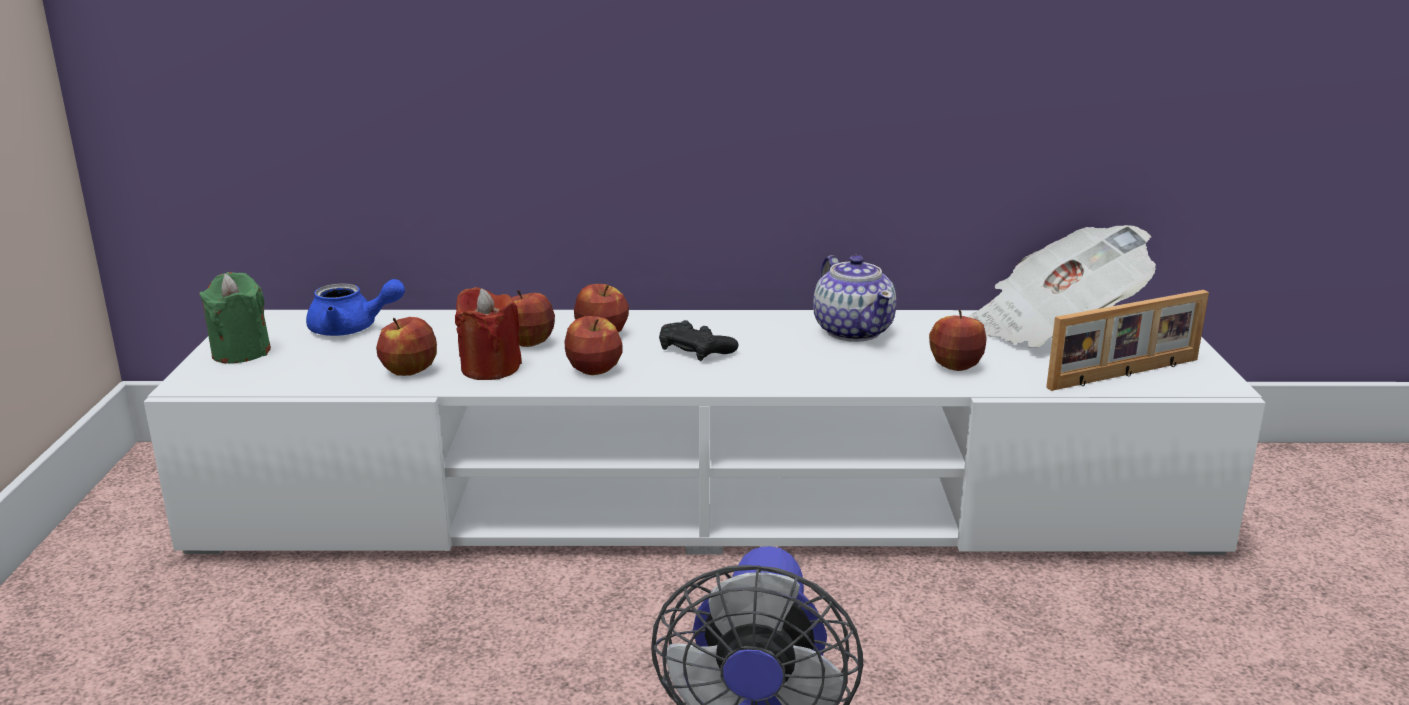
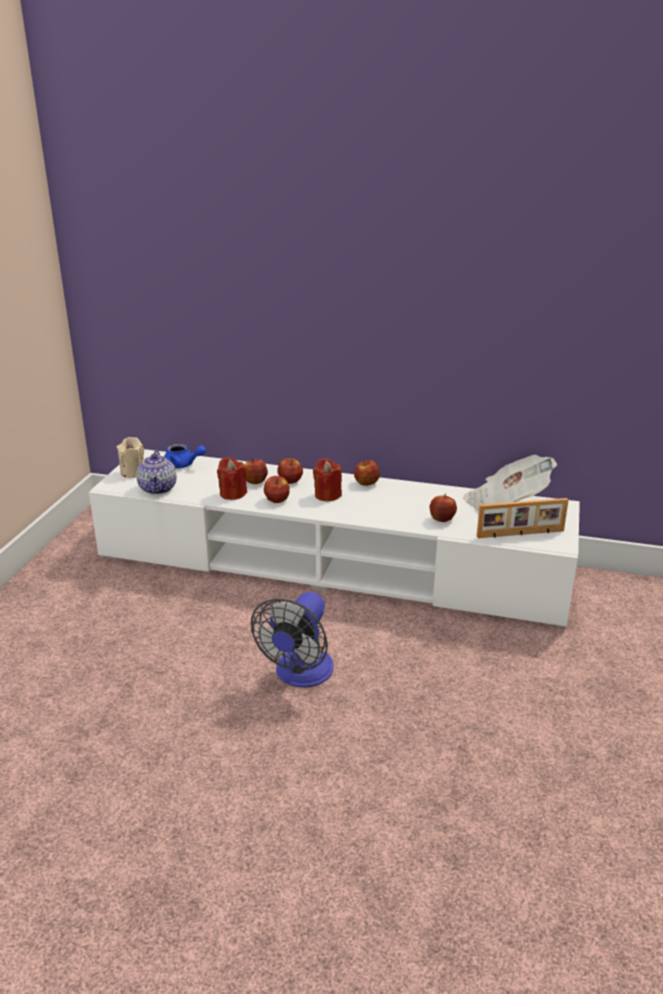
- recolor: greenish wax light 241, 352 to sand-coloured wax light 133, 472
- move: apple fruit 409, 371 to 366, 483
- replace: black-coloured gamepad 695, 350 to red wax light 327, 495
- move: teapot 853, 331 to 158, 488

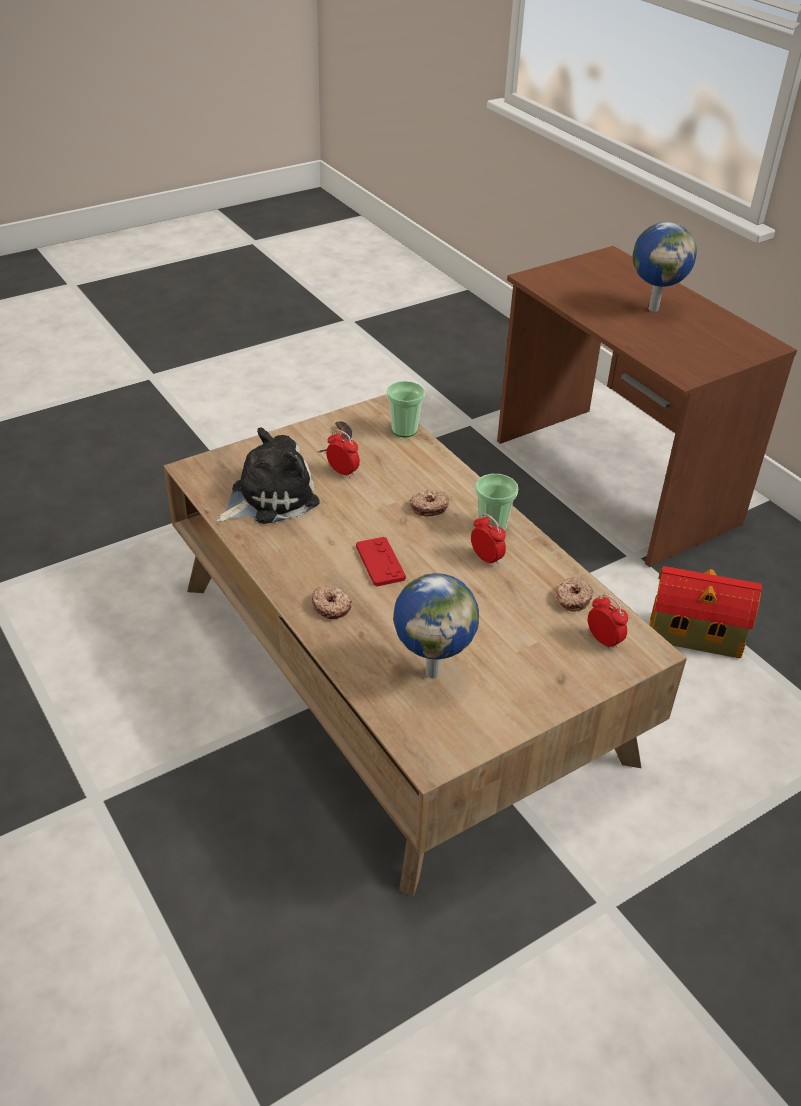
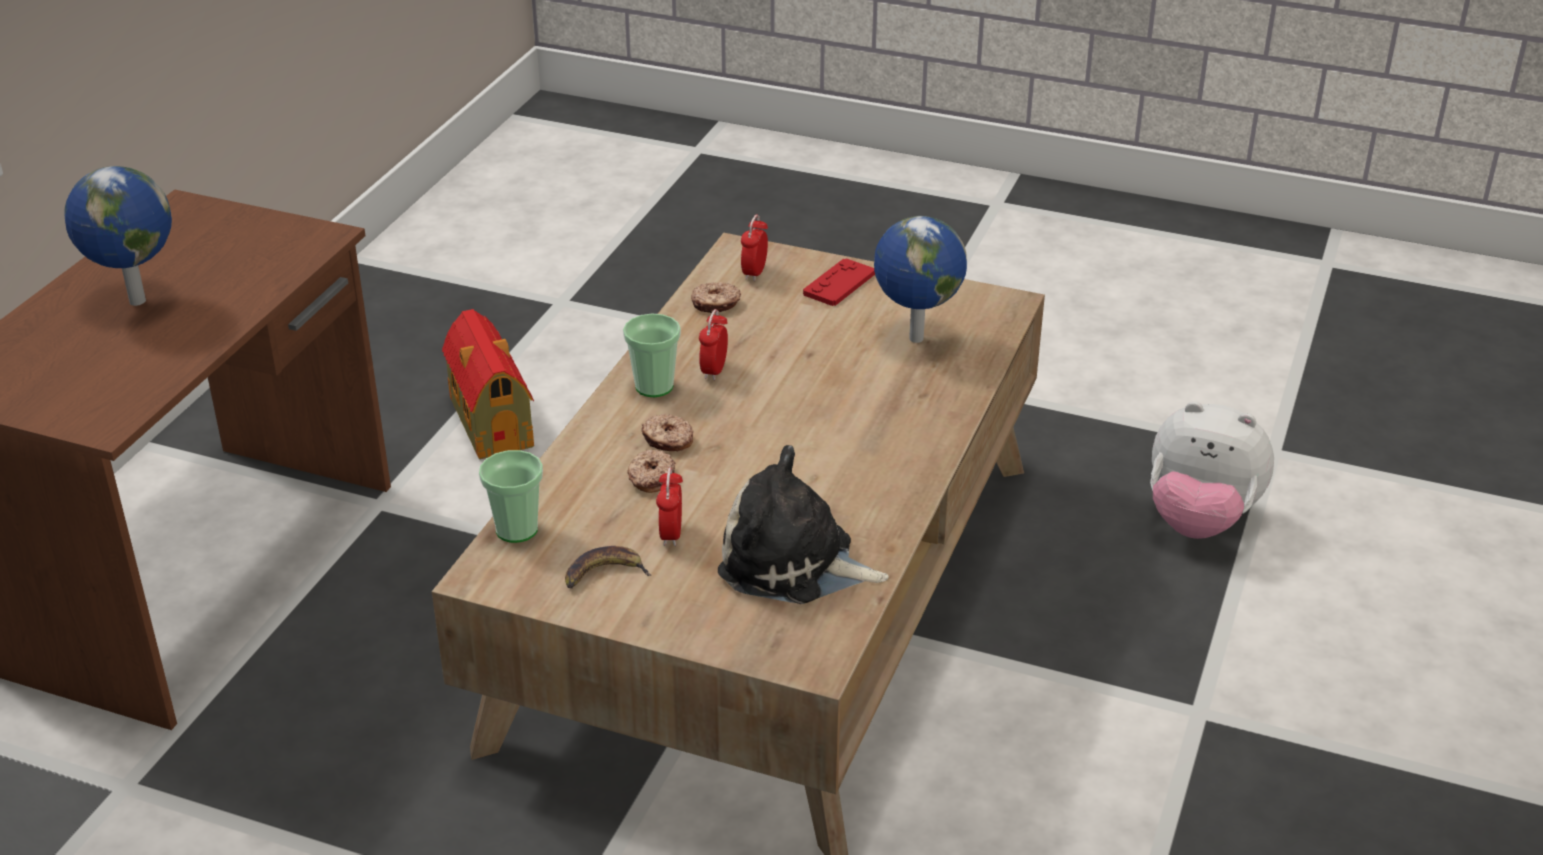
- move: donut 331, 606 to 650, 478
- move: red gamepad 380, 562 to 839, 284
- insert: plush toy 1199, 521

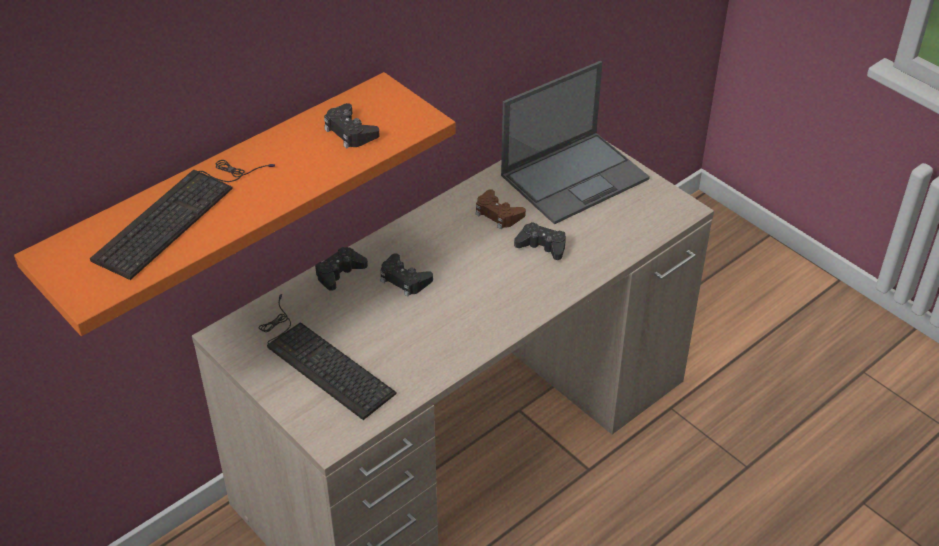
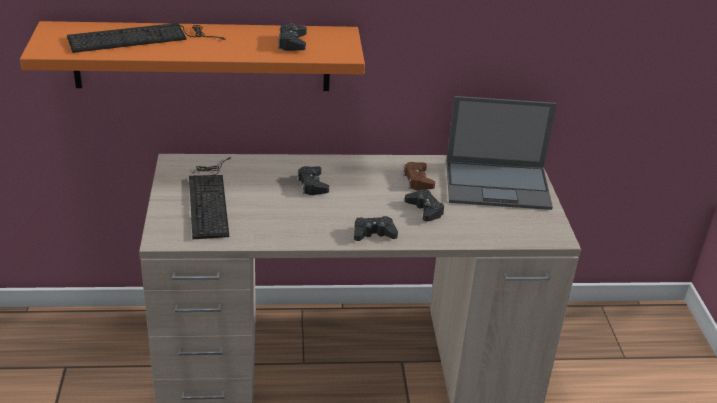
- move: black-coloured gamepad 339, 273 to 373, 234

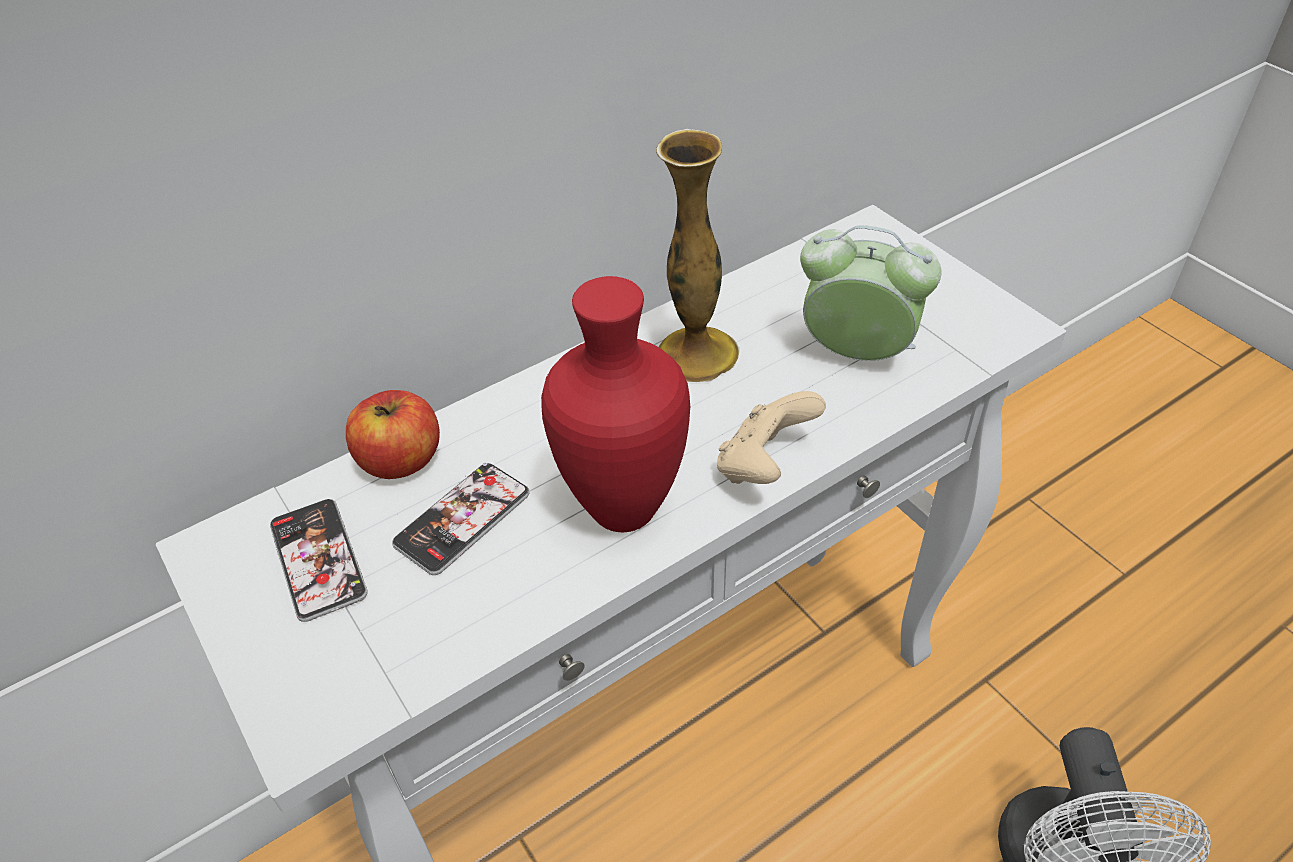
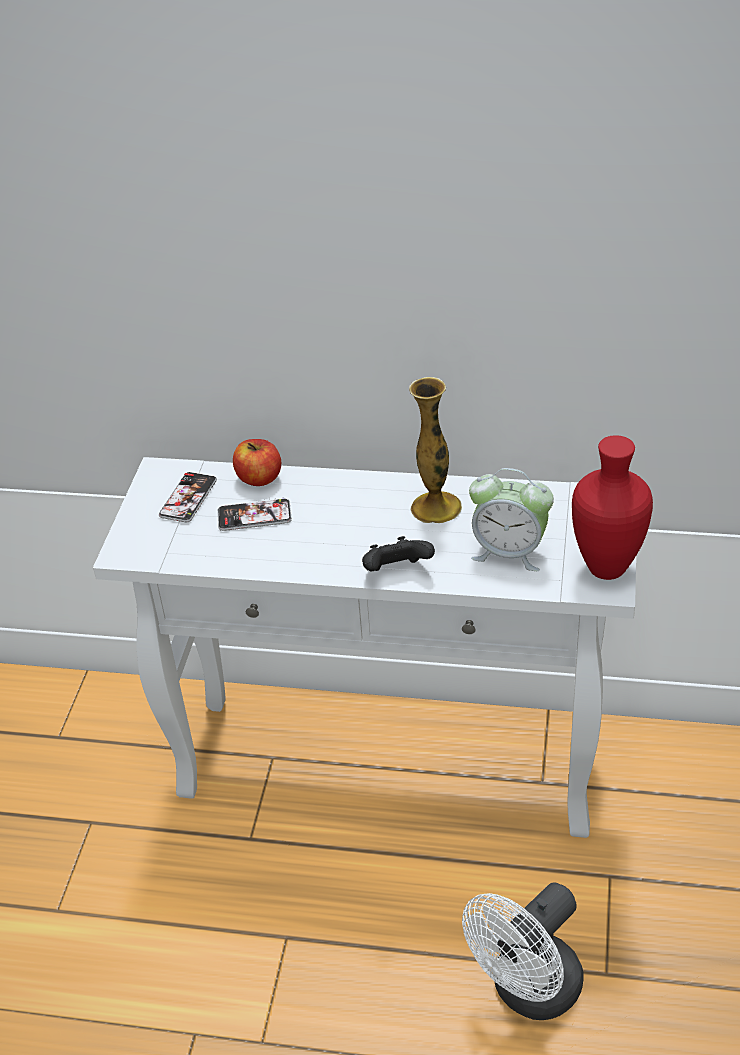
- move: red decorative vase 622, 506 to 607, 567
- recolor: sand-coloured gamepad 764, 465 to black-coloured gamepad 397, 571
- rotate: alarm clock 856, 354 = 509, 552 135 degrees clockwise

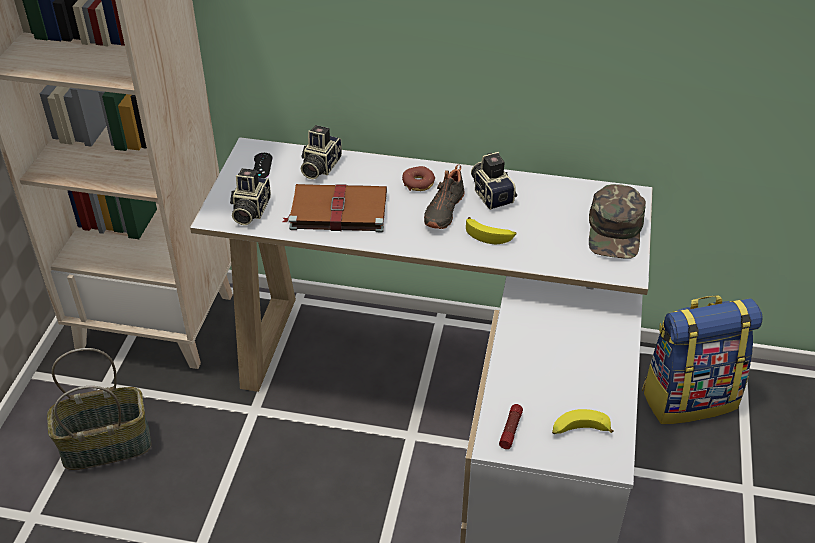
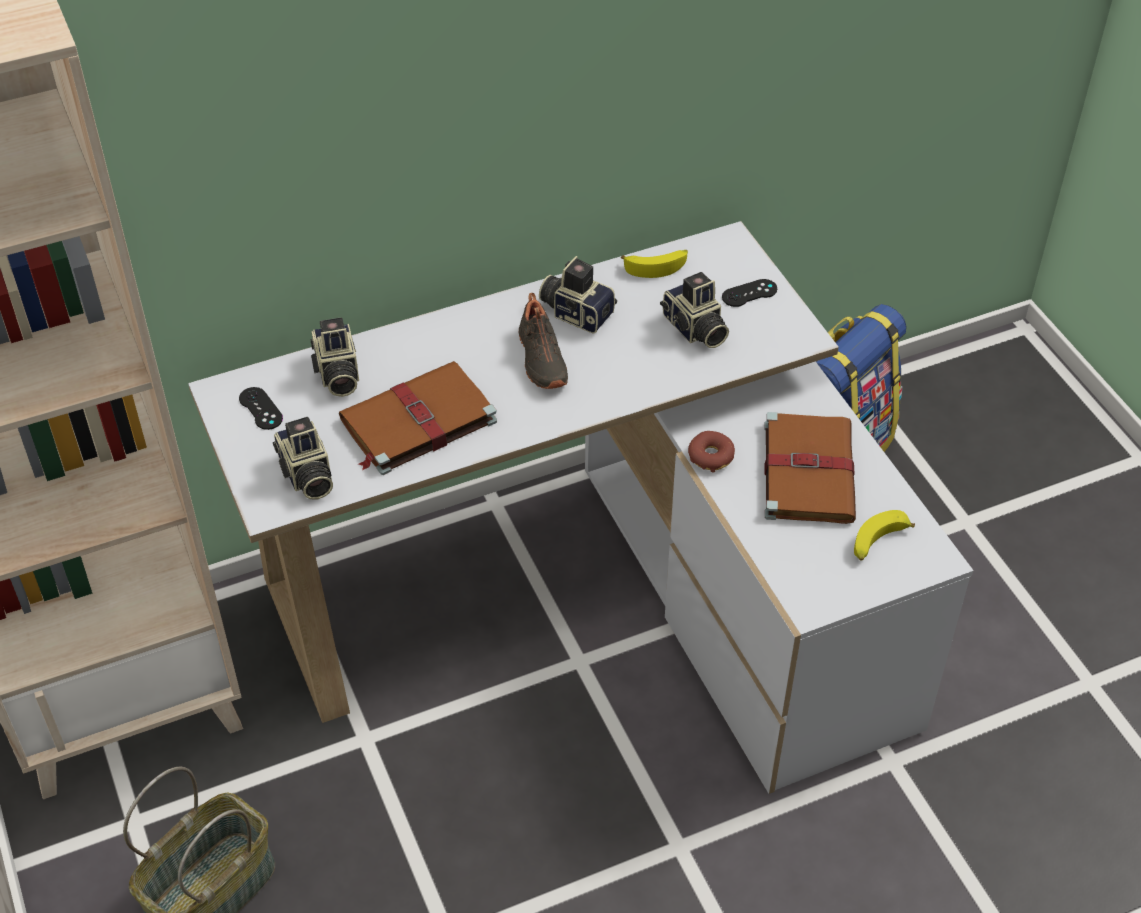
- move: donut 418, 183 to 711, 456
- move: whole banana 490, 235 to 656, 266
- delete: flashlight 510, 430
- replace: greenish peaked cap 615, 231 to black-coloured gamepad 749, 293
- insert: photo camera 694, 329
- insert: brownish volume 808, 470

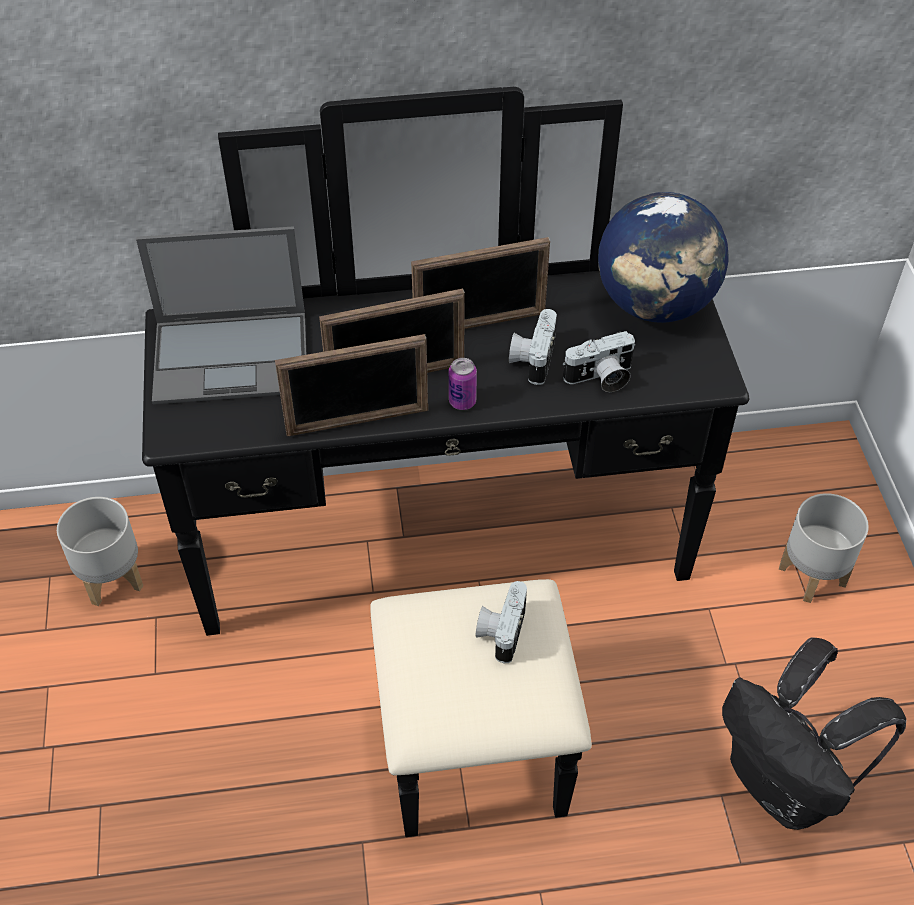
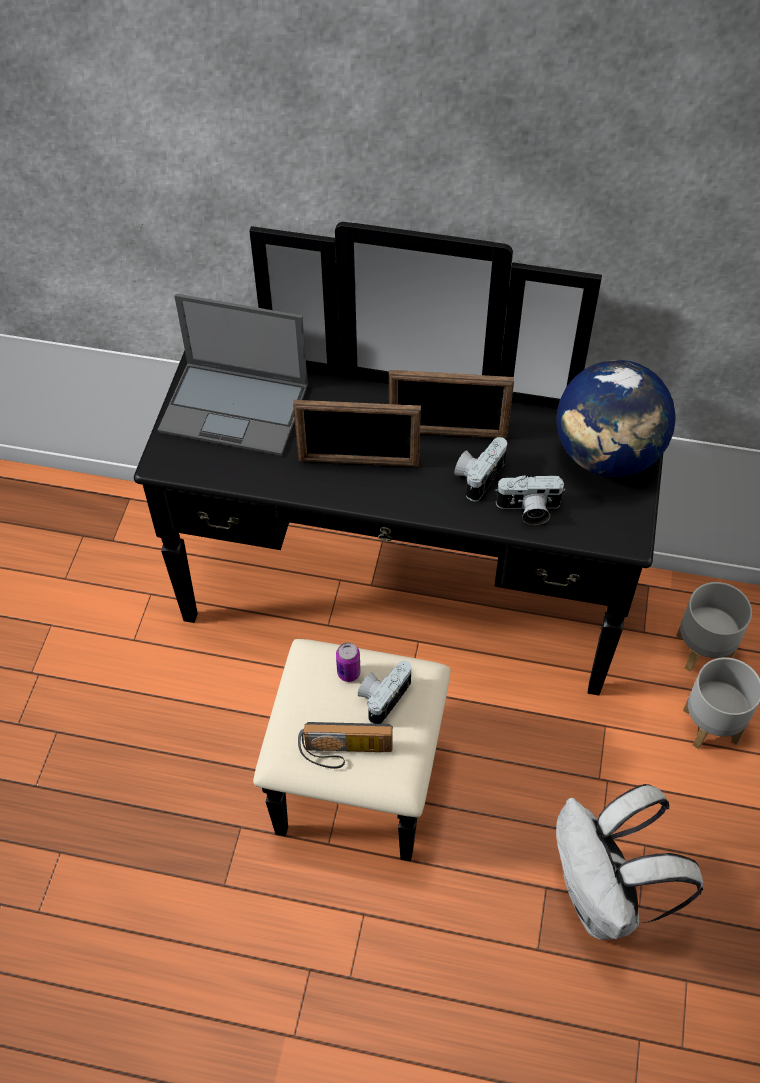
- move: grey planter 113, 578 to 704, 650
- delete: photo frame 357, 422
- move: sealed can 462, 401 to 348, 672
- recolor: black-coloured backpack 785, 786 to white-coloured backpack 604, 898
- insert: radio receiver 345, 754

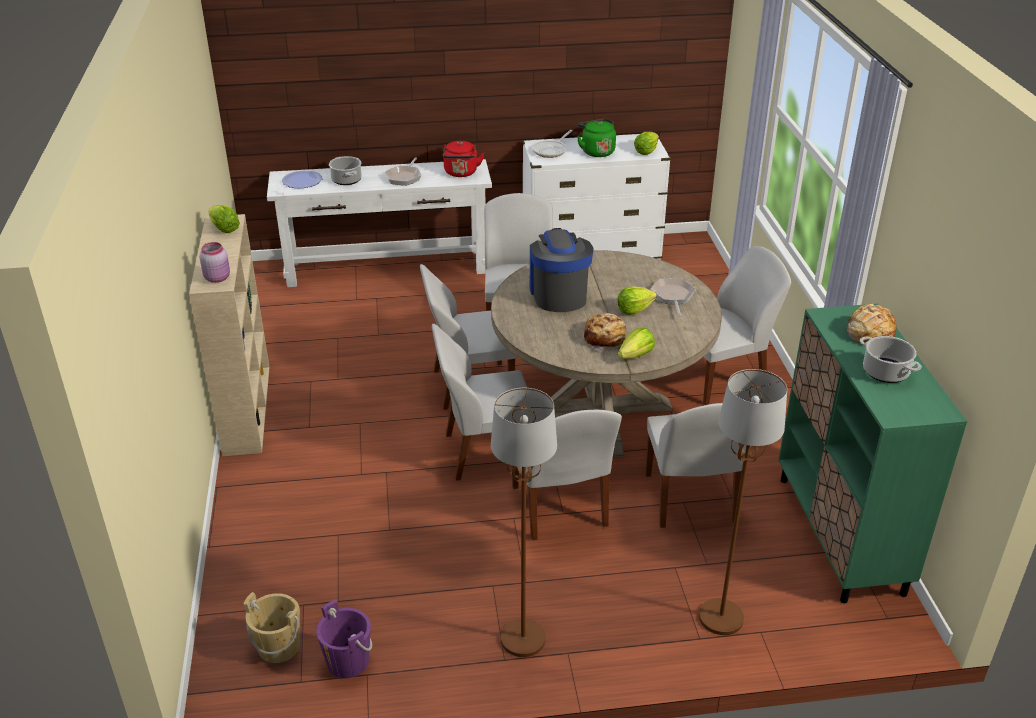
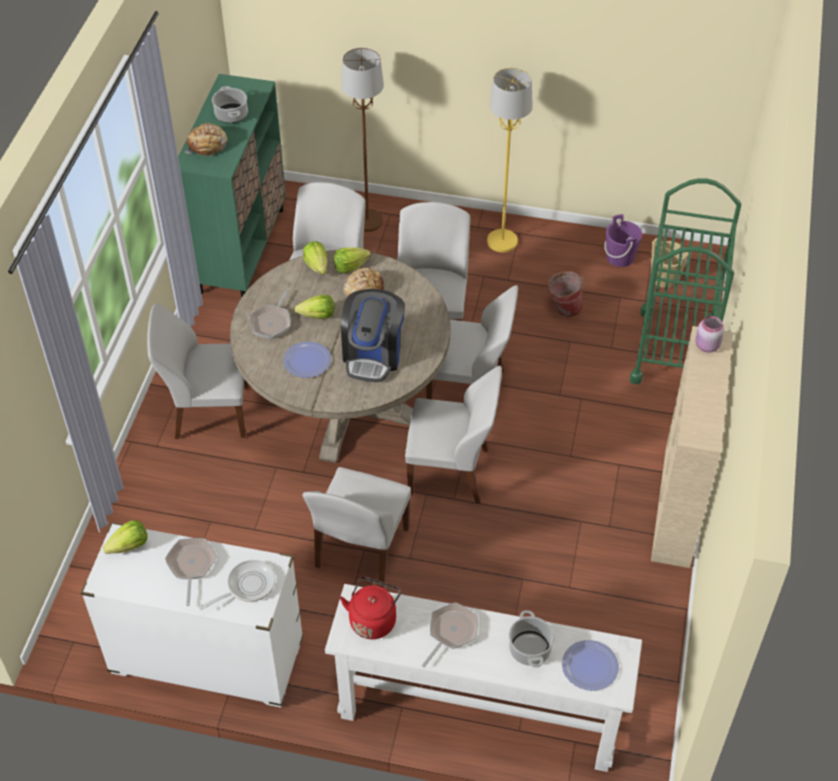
- move: lettuce head 224, 229 to 317, 266
- recolor: brownish standing lamp 523, 639 to yellow-coloured standing lamp 502, 241
- replace: greenish kettle 596, 151 to skillet 191, 566
- insert: dinner plate 307, 360
- insert: water bucket 563, 308
- insert: greenish trolley 674, 351

